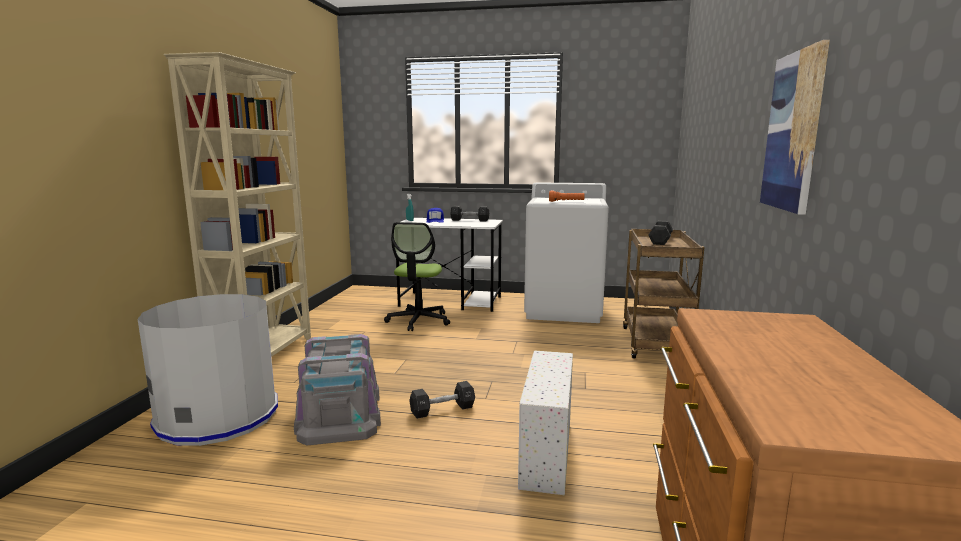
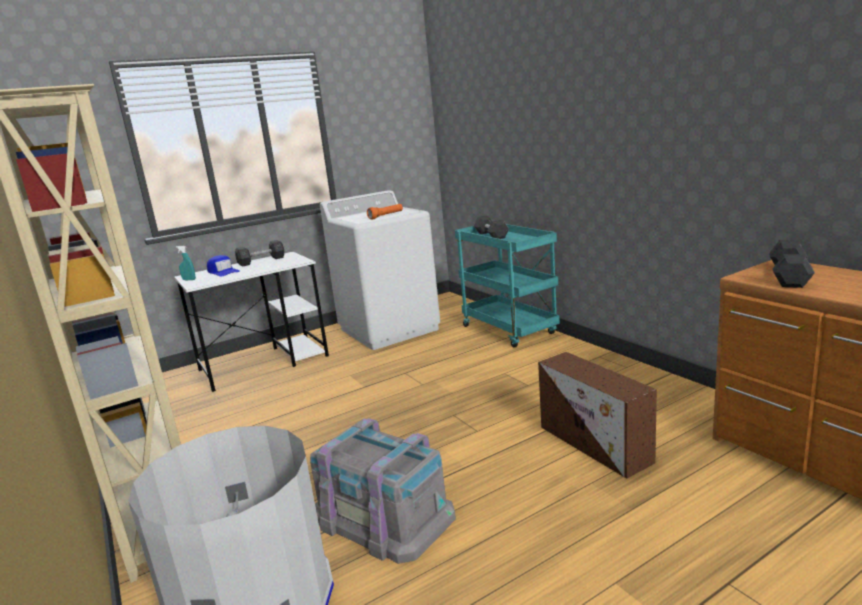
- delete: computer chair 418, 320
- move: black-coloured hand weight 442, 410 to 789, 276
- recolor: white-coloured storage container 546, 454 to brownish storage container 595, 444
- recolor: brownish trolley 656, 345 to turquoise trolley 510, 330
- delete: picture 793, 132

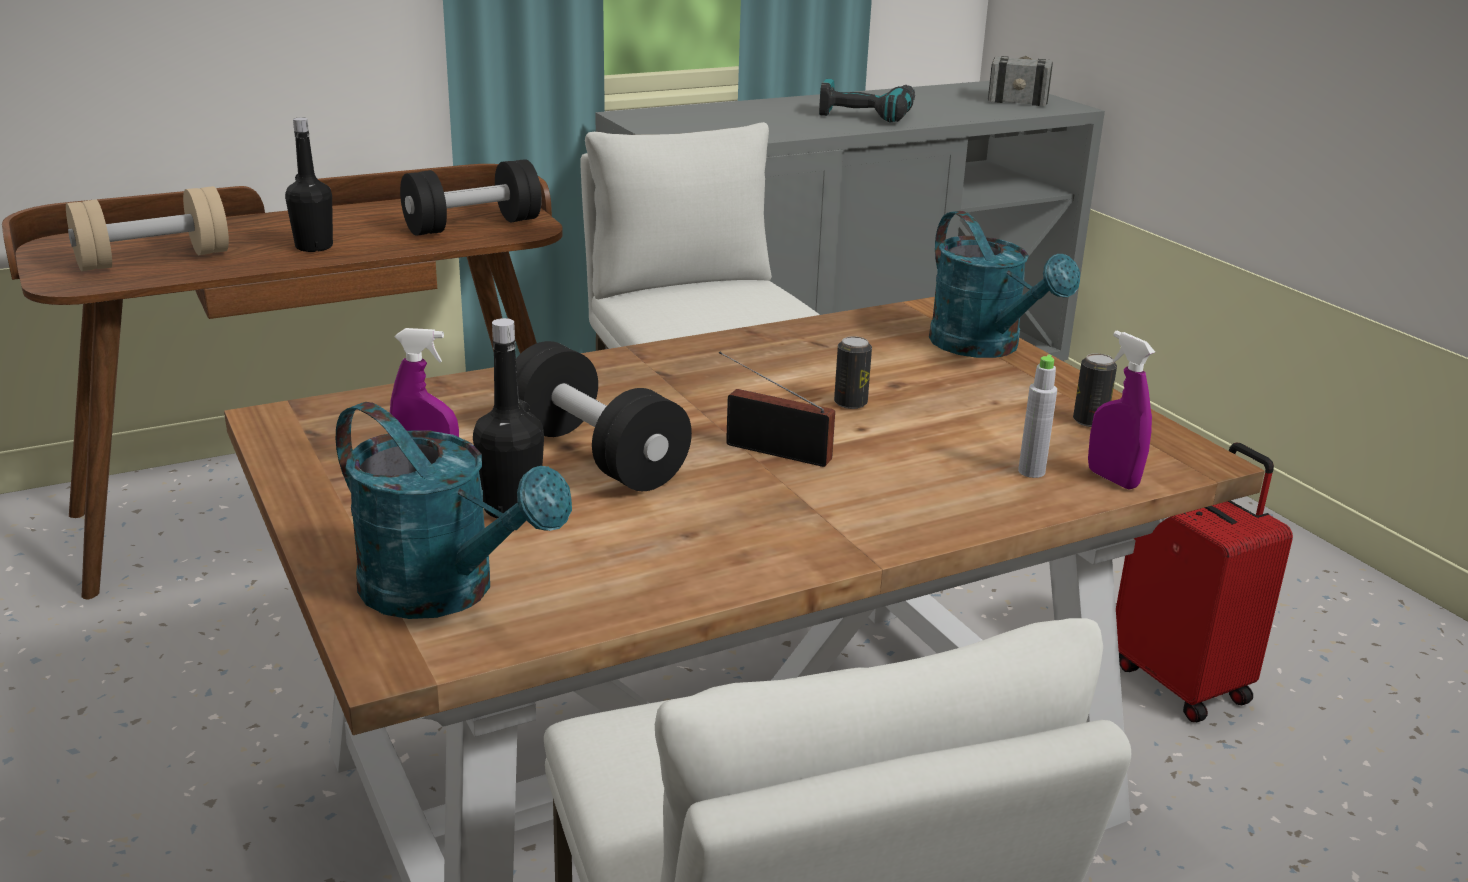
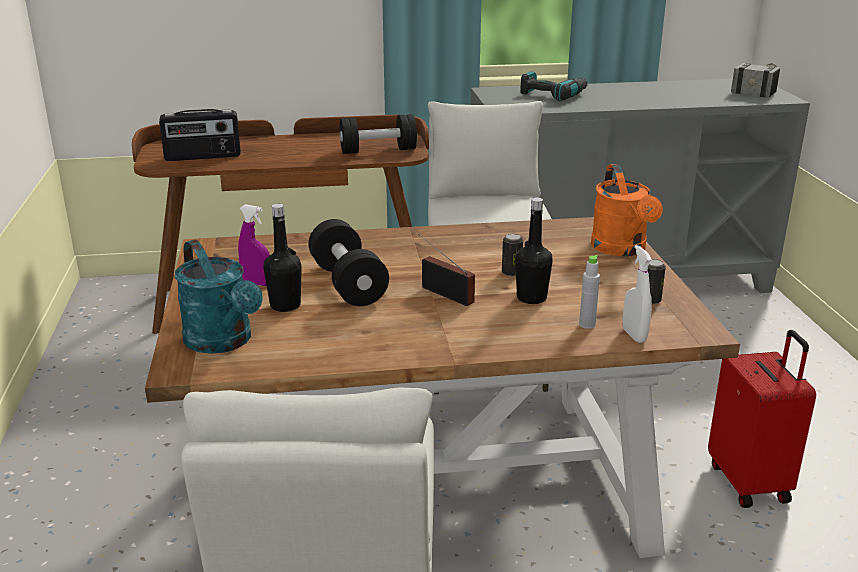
- replace: sand-coloured hand weight 154, 260 to radio receiver 203, 157
- move: black-coloured bottle 314, 247 to 531, 298
- move: drill 867, 114 to 553, 95
- recolor: turquoise sprinkling can 985, 347 to orange-coloured sprinkling can 622, 249
- recolor: purple-coloured sprayer 1112, 479 to white-coloured sprayer 634, 335

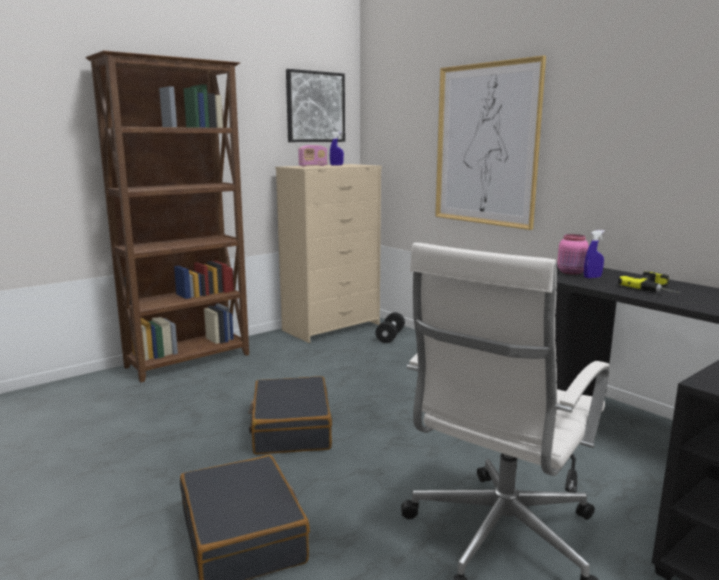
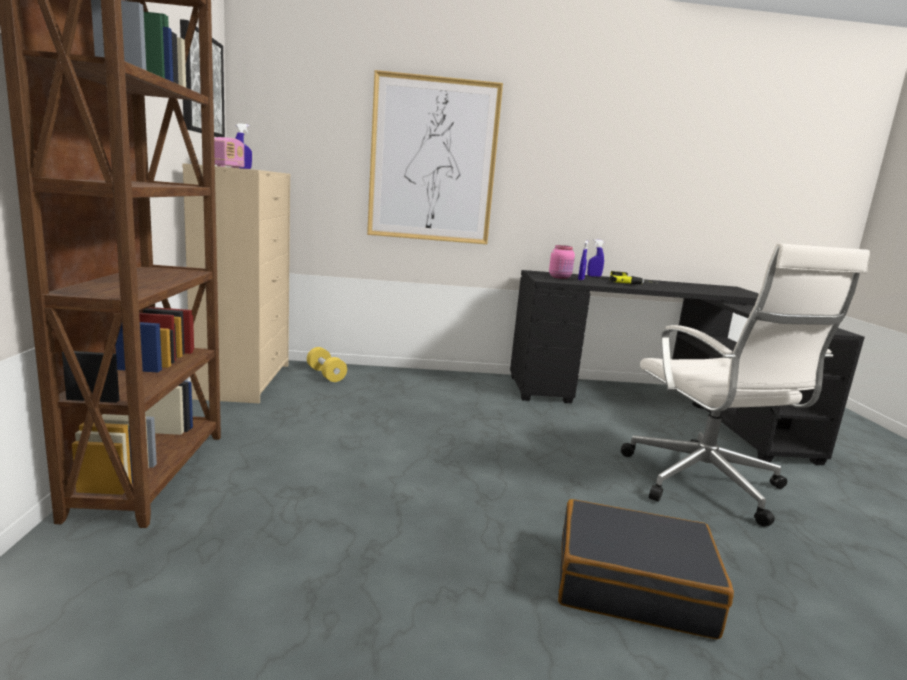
- delete: black-coloured suitcase 291, 428
- recolor: black-coloured hand weight 390, 336 to yellow-coloured hand weight 326, 374
- insert: bluish sprayer 594, 276

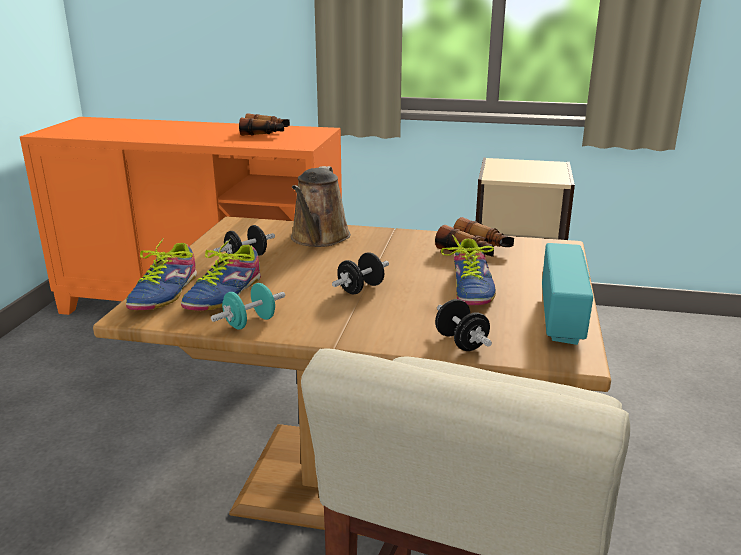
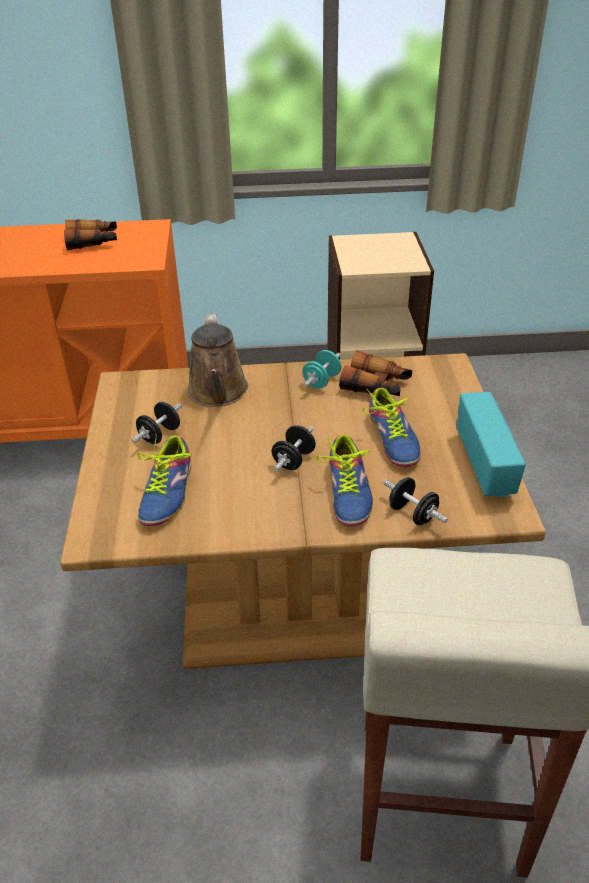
- move: shoe 165, 292 to 348, 492
- move: turquoise hand weight 250, 323 to 321, 381

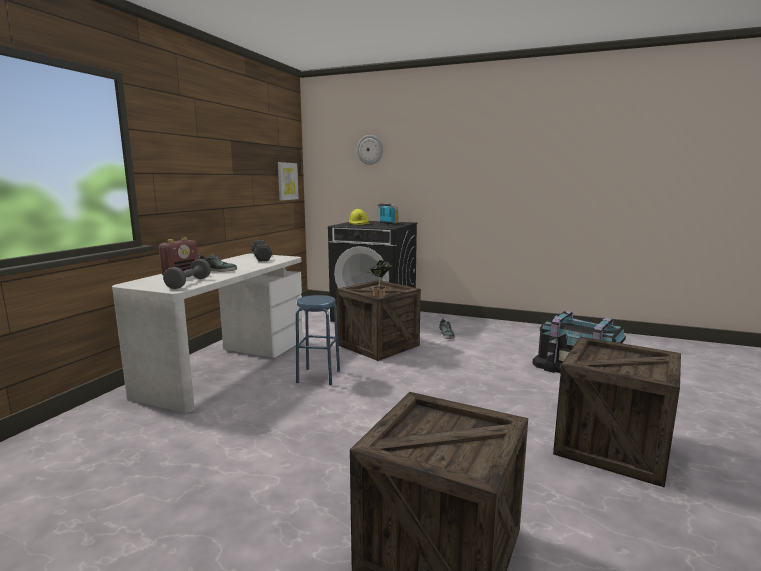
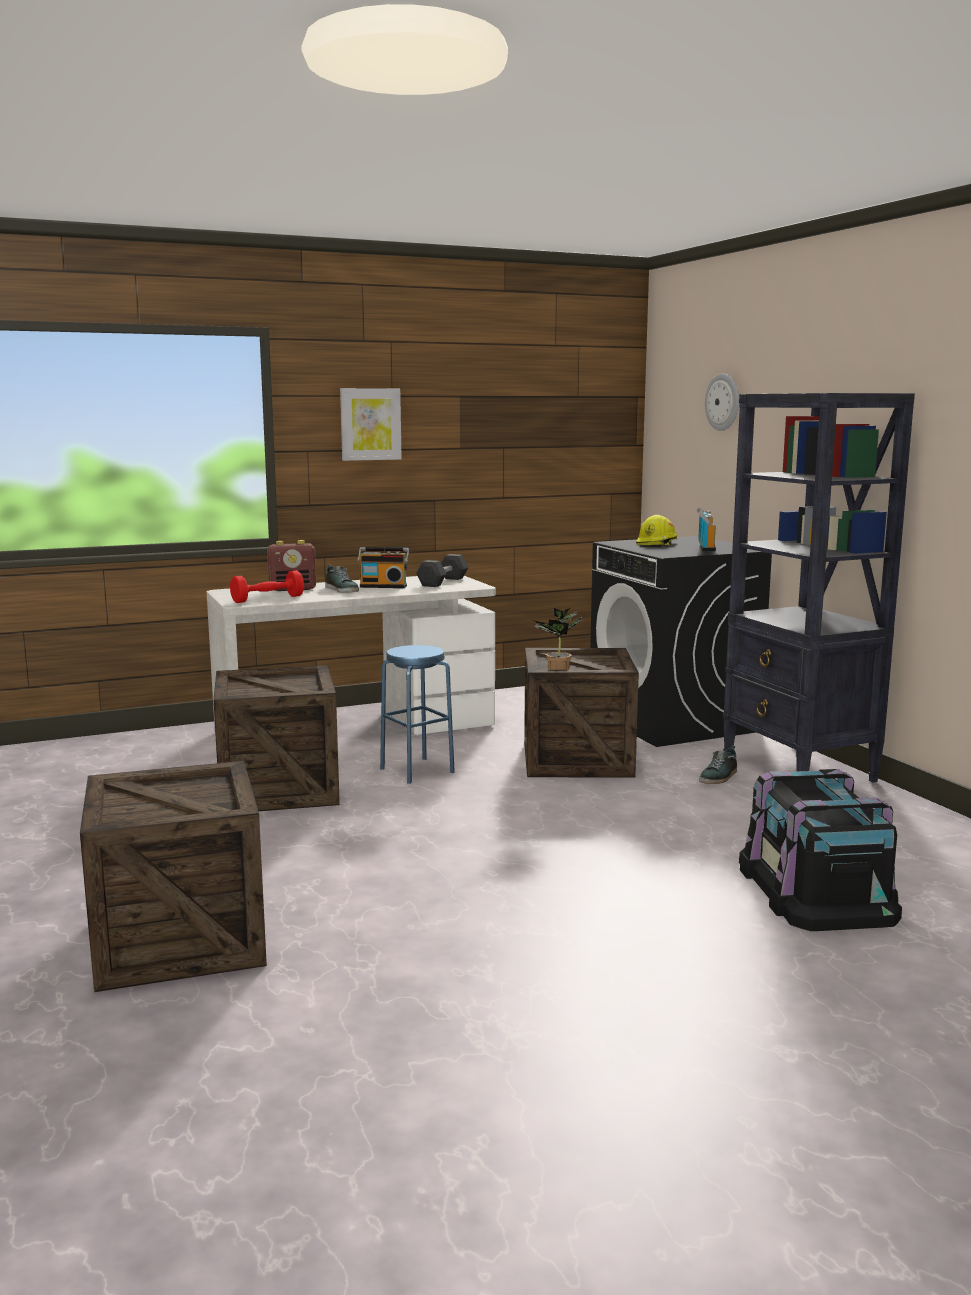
- recolor: grey hand weight 189, 283 to red hand weight 267, 599
- move: picture 287, 181 to 370, 424
- move: packing crate 612, 446 to 278, 789
- insert: radio receiver 383, 586
- insert: black-coloured bookcase 799, 769

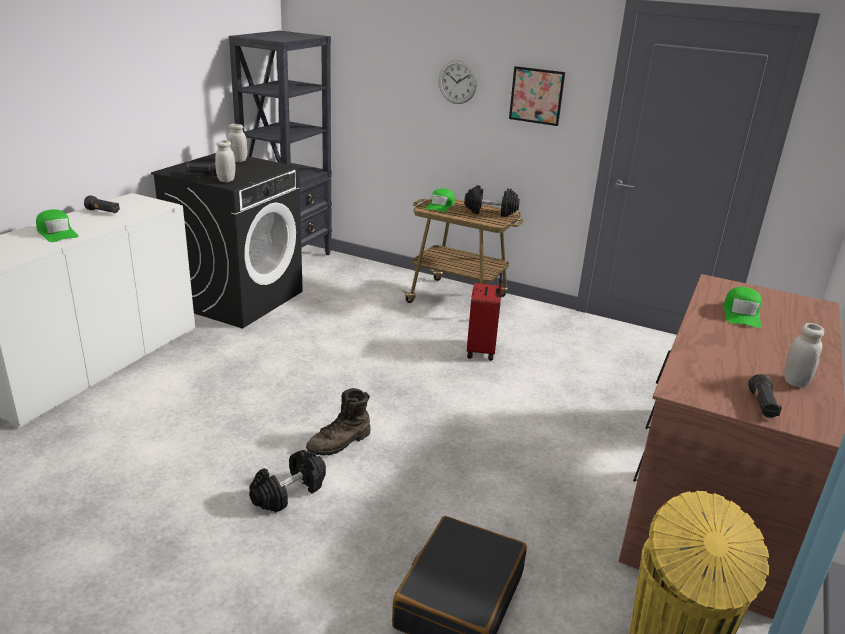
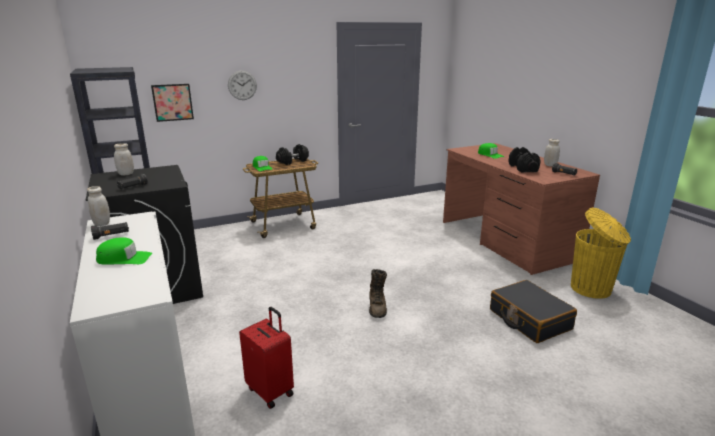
- move: white-coloured preserve jar 226, 180 to 102, 223
- move: black-coloured hand weight 289, 492 to 522, 168
- move: red suitcase 482, 351 to 271, 391
- move: picture 536, 96 to 172, 102

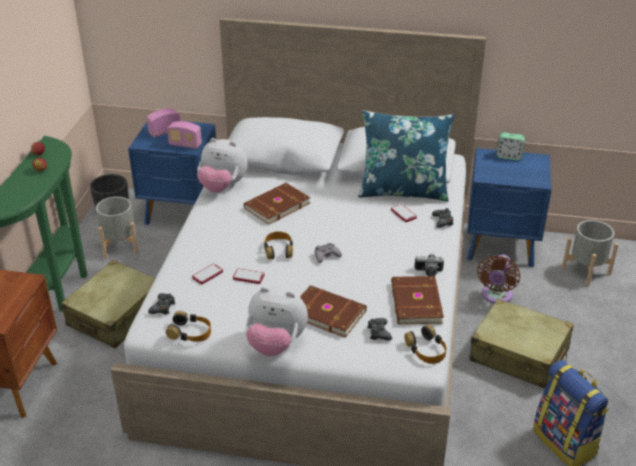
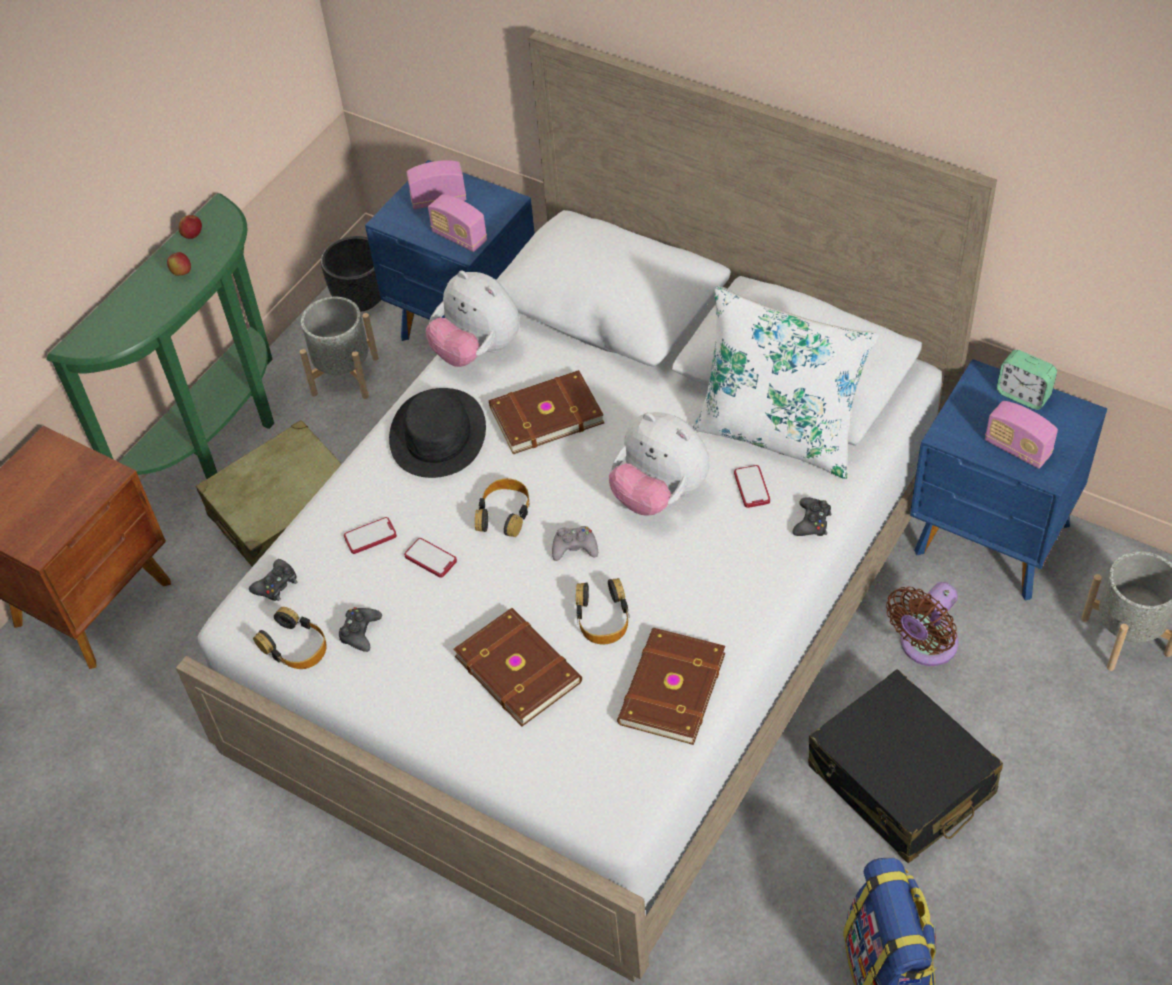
- move: plush toy 276, 344 to 659, 494
- recolor: bluish throw pillow 403, 191 to white-coloured throw pillow 779, 433
- move: black-coloured gamepad 379, 332 to 360, 632
- move: headphones 426, 349 to 602, 617
- delete: photo camera 428, 272
- recolor: sand-coloured suitcase 519, 355 to black-coloured suitcase 900, 780
- insert: black-coloured wearable hat 438, 435
- insert: radio receiver 1017, 449

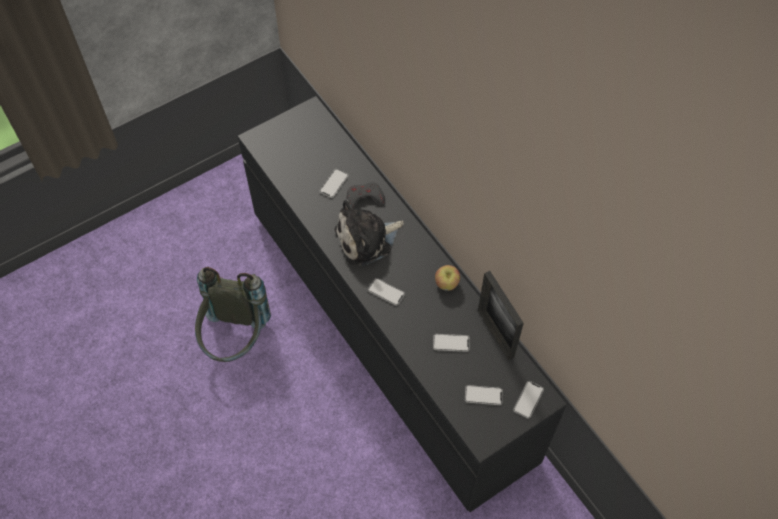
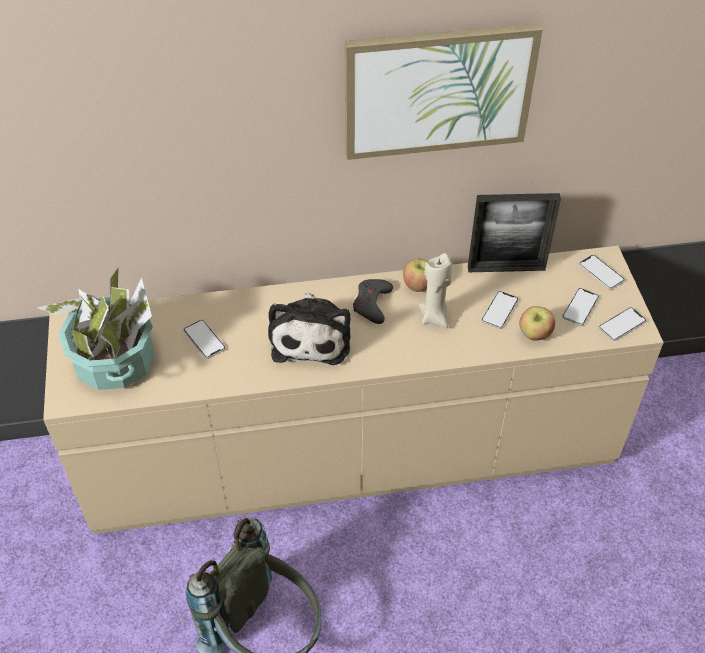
- recolor: black-coloured dresser 389, 332 to sand-coloured dresser 352, 450
- move: grey gamepad 364, 198 to 372, 304
- move: phone 386, 292 to 622, 325
- insert: plant in a pot 115, 362
- insert: picture 438, 90
- insert: sand-coloured wax light 434, 317
- insert: apple fruit 534, 334

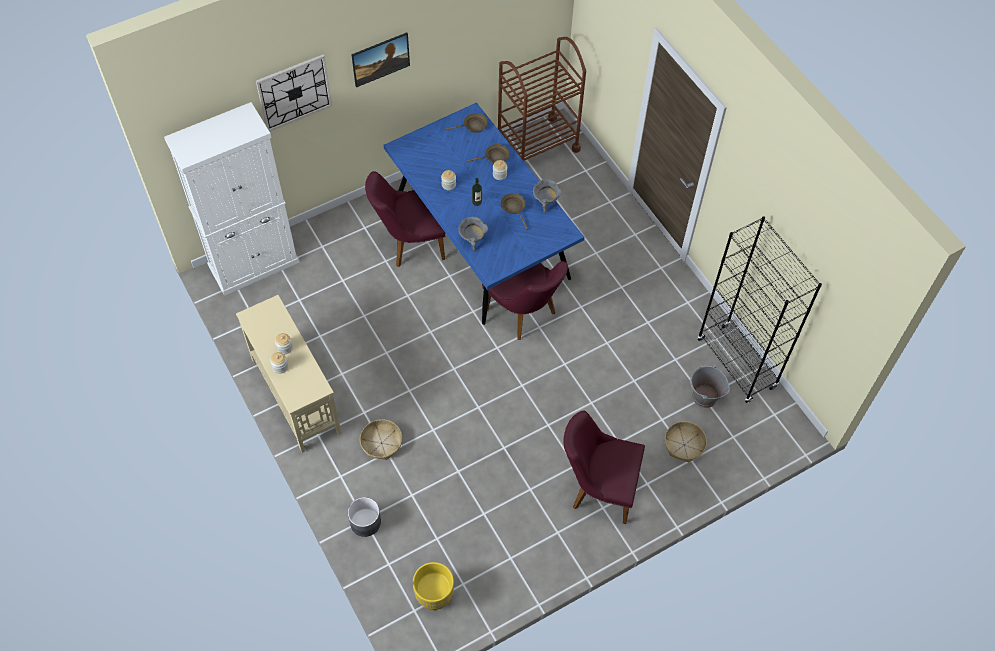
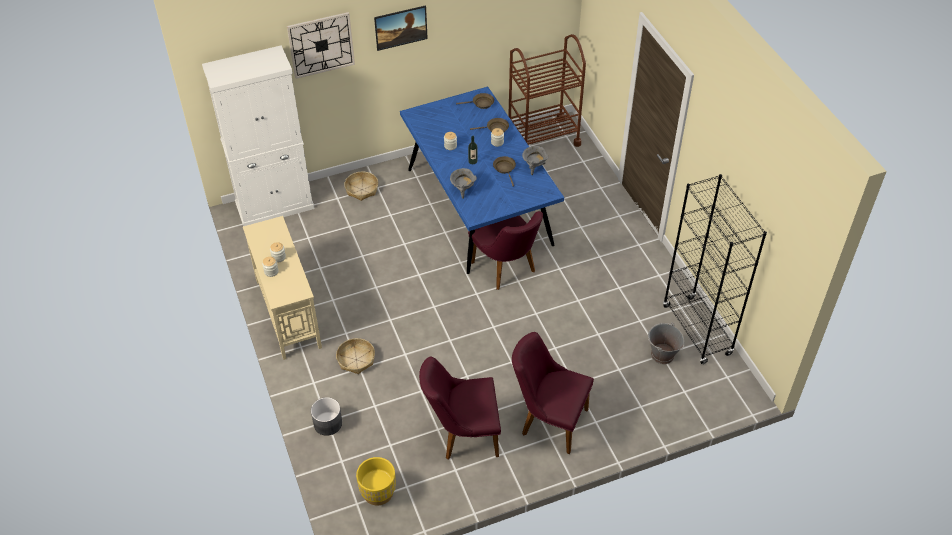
- move: purple-coloured upright chair 409, 244 to 462, 435
- move: storage basket 684, 445 to 362, 190

